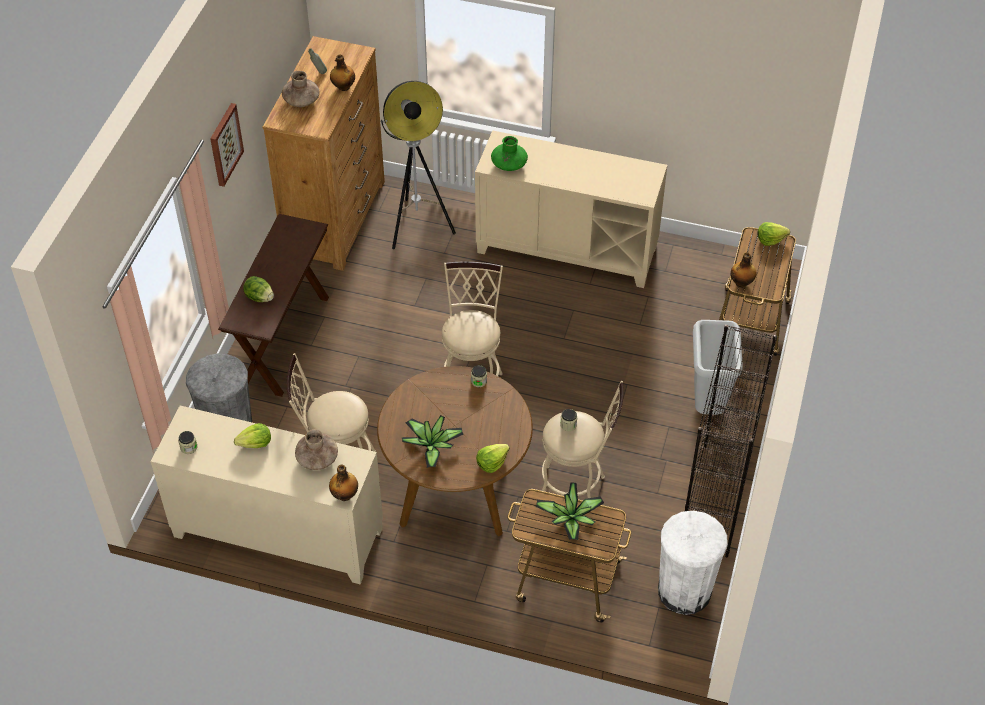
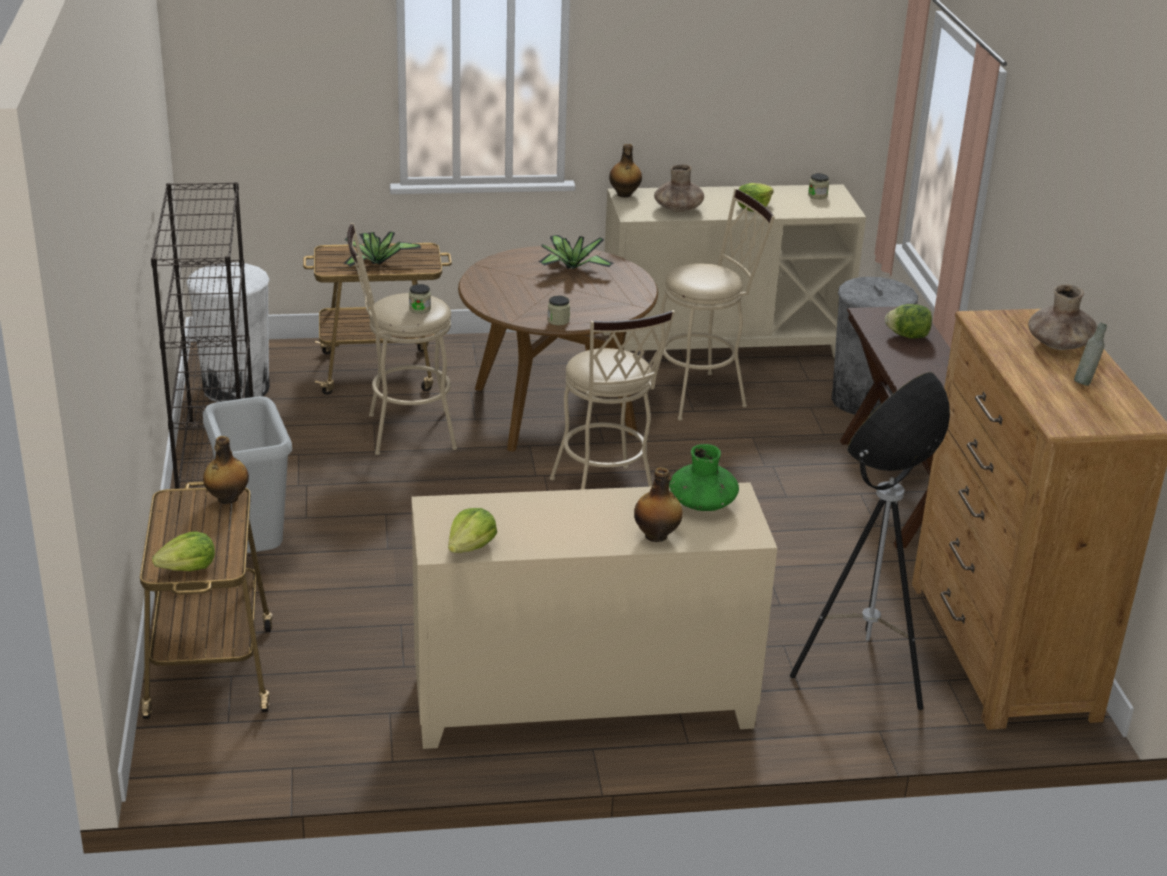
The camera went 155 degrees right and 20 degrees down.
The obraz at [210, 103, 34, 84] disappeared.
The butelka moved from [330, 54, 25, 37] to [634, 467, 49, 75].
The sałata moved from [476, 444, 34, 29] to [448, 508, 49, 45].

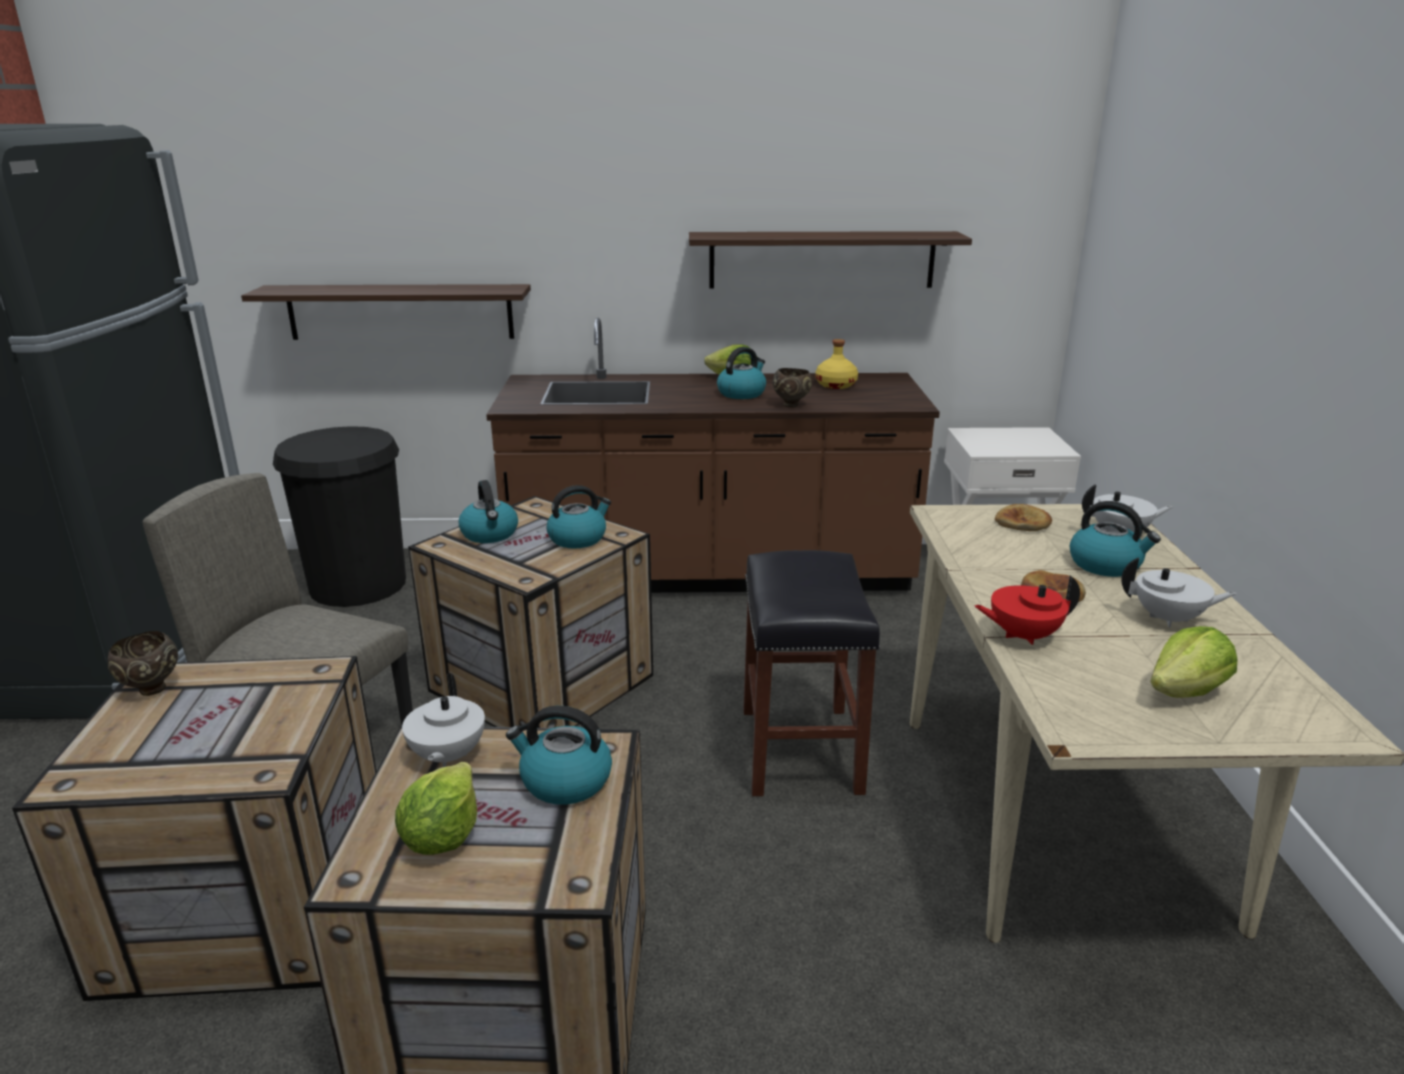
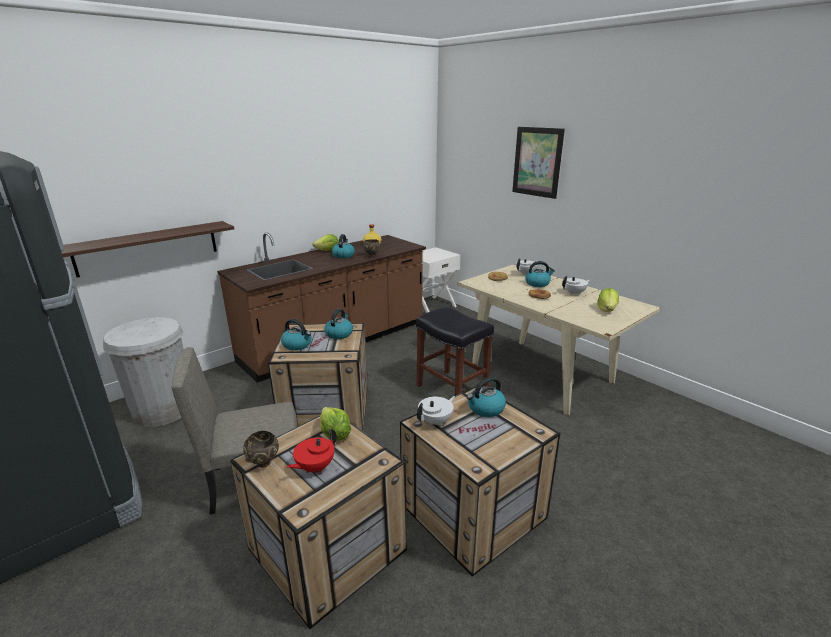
The camera went 40 degrees left and 0 degrees up.
The półka at [689, 231, 283, 57] disappeared.
The obraz at [512, 127, 53, 72] appeared.
The sałata moved from [395, 762, 82, 93] to [320, 407, 31, 34].
The imbryk/czerwony moved from [974, 576, 106, 69] to [287, 428, 50, 45].
The kosz na śmieci/czarny at [273, 426, 133, 181] became the kosz na śmieci/biały at [103, 317, 80, 110].
The imbryk/biały at [402, 673, 83, 94] turned 90 degrees counterclockwise.

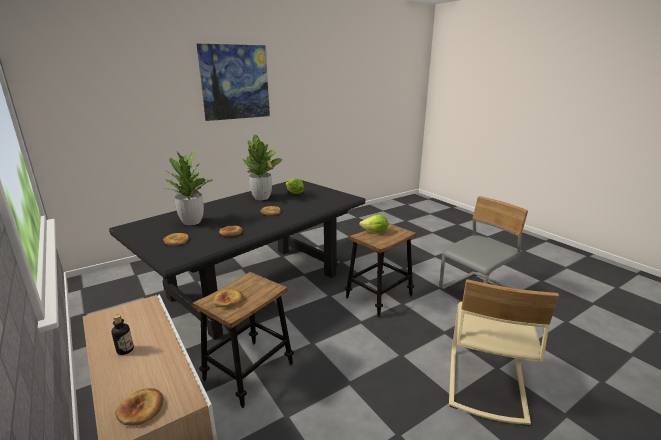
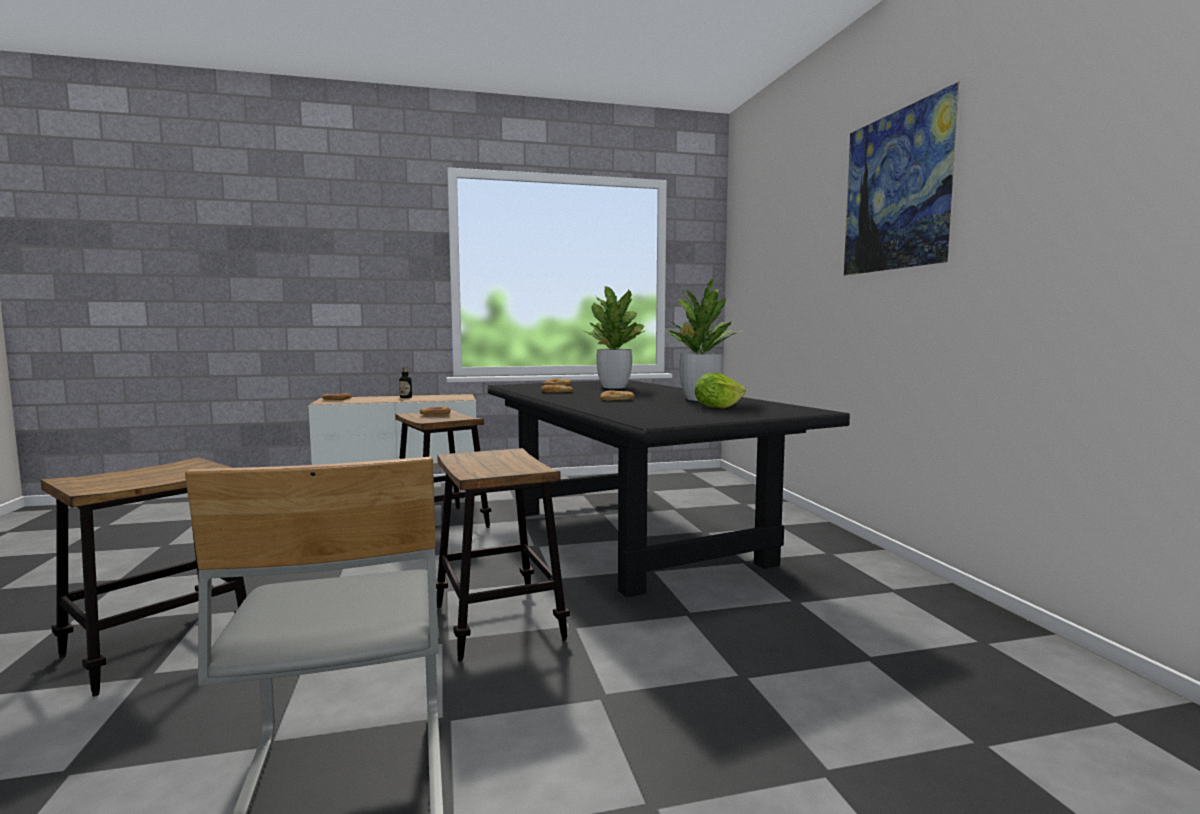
The camera went 110 degrees right and 15 degrees down.
The sałata at [359, 215, 29, 17] disappeared.
The krzesło/beżowy at [449, 279, 110, 147] was replaced by the stołek at [41, 457, 206, 239].

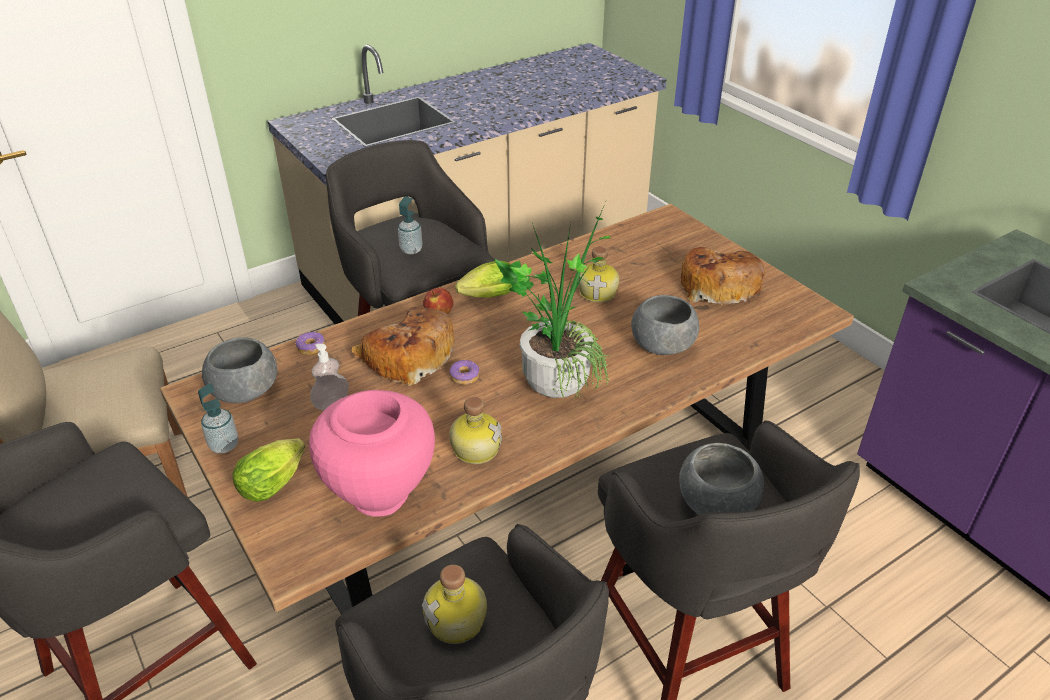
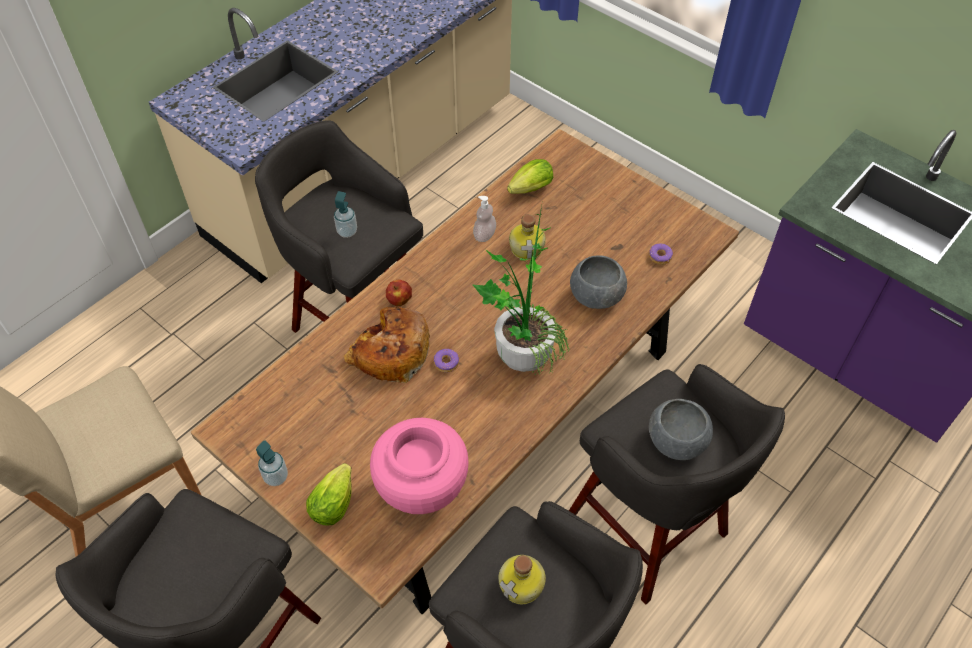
The camera went 15 degrees left and 15 degrees up.
The miska/szary at [202, 337, 75, 66] disappeared.
The butelka at [449, 397, 53, 67] disappeared.
The chleb at [681, 247, 84, 59] disappeared.
The donut moved from [295, 332, 30, 23] to [649, 244, 24, 21].
The dozownik mydła moved from [311, 344, 38, 67] to [473, 196, 23, 46].
The sałata moved from [455, 261, 57, 37] to [507, 159, 46, 35].

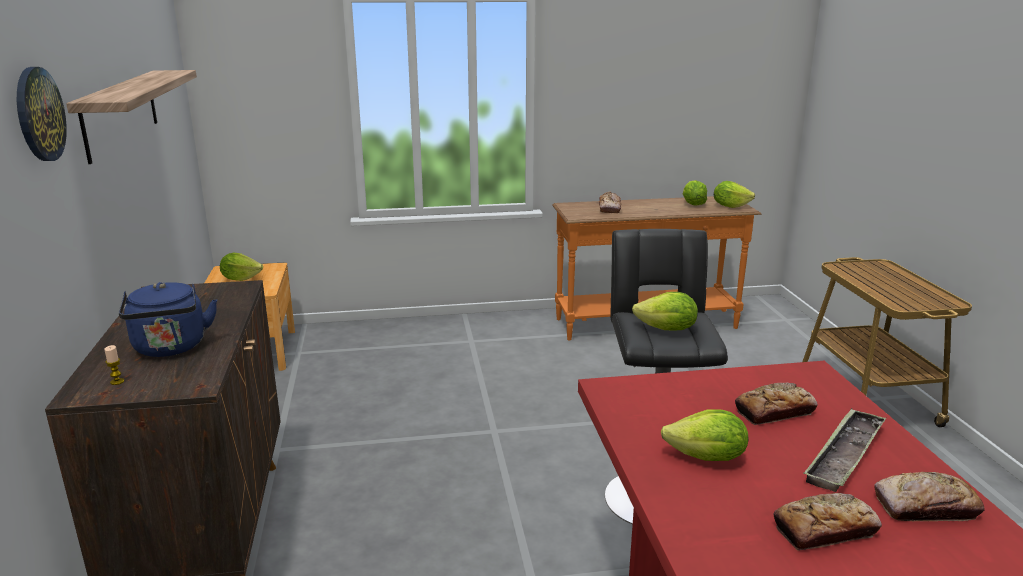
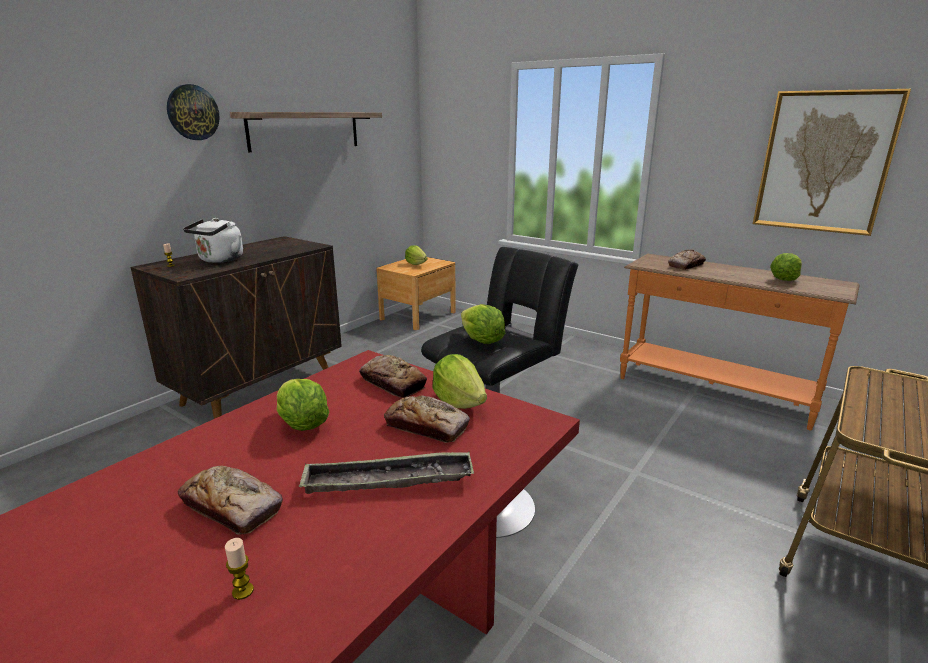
The camera went 45 degrees right and 0 degrees up.
The świeca at [225, 538, 29, 62] appeared.
The obraz at [753, 89, 158, 147] appeared.
The sałata moved from [714, 181, 41, 27] to [433, 354, 54, 55].
The chleb moved from [874, 472, 111, 50] to [359, 355, 68, 43].
The czajnik/niebieski at [119, 282, 98, 75] became the czajnik/biały at [183, 218, 60, 45].

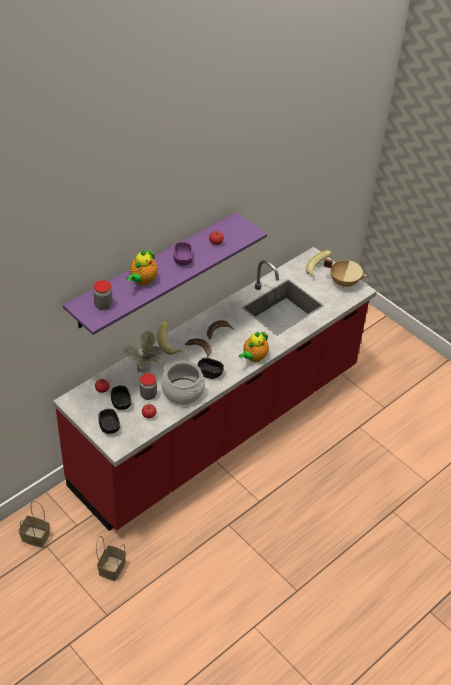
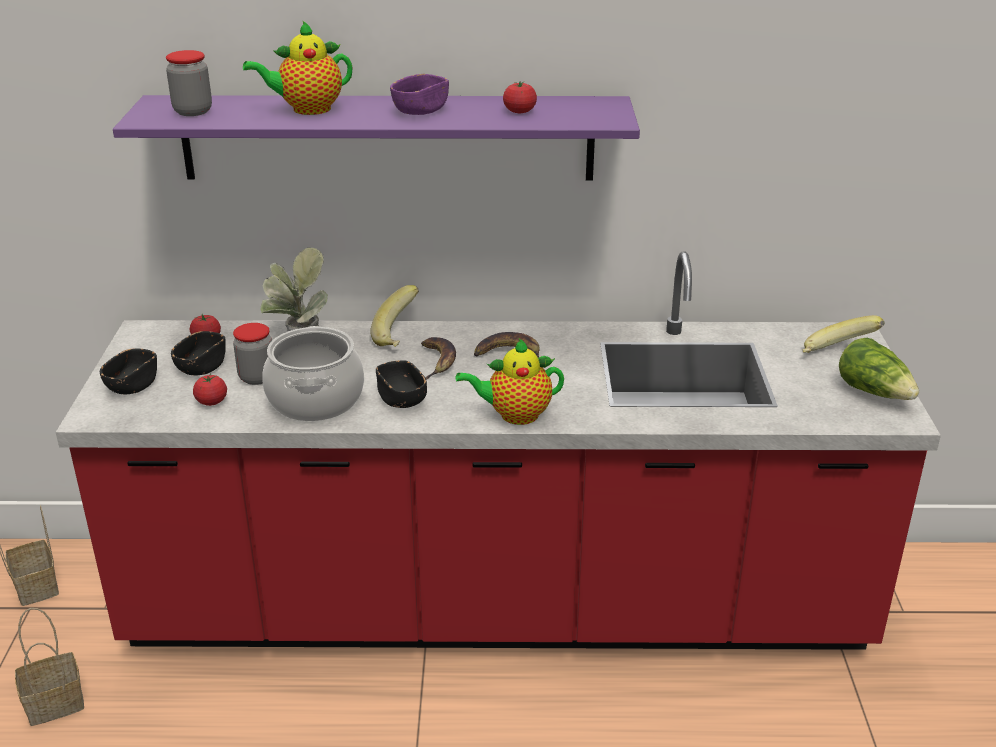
The camera went 45 degrees right and 15 degrees down.
The garnek/beżowy at [324, 259, 43, 29] was replaced by the sałata at [839, 338, 80, 62].

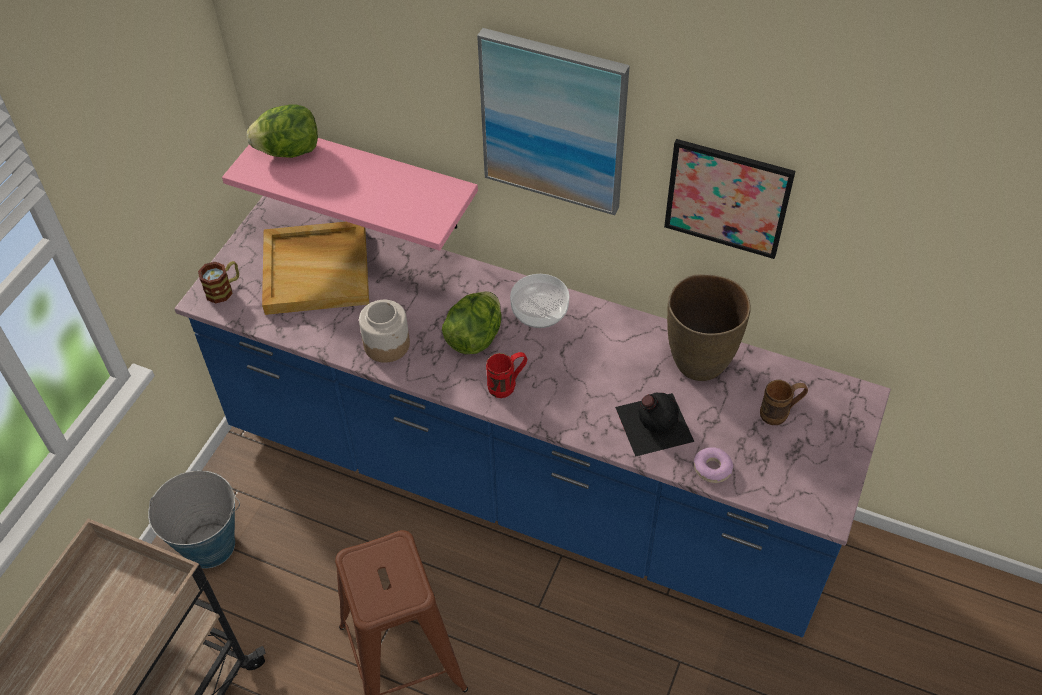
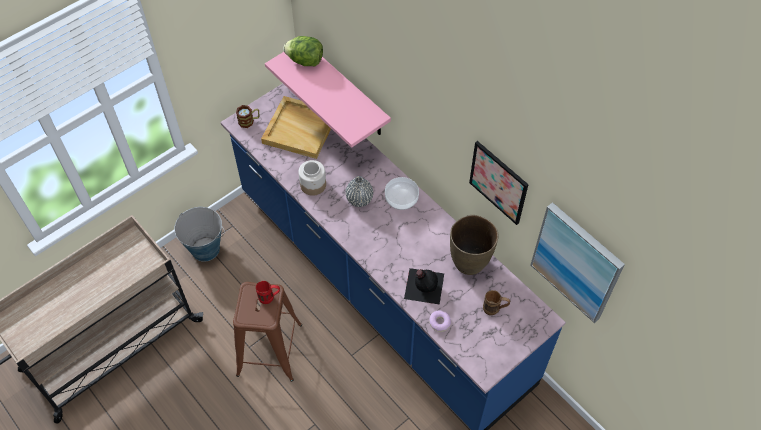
The camera went 25 degrees right and 5 degrees up.
The obraz moved from [477, 28, 153, 187] to [530, 202, 95, 121].
The kubek/czerwony moved from [486, 352, 41, 46] to [256, 281, 24, 23].
The sałata at [442, 291, 60, 63] was replaced by the wazon/szary at [345, 176, 28, 31].

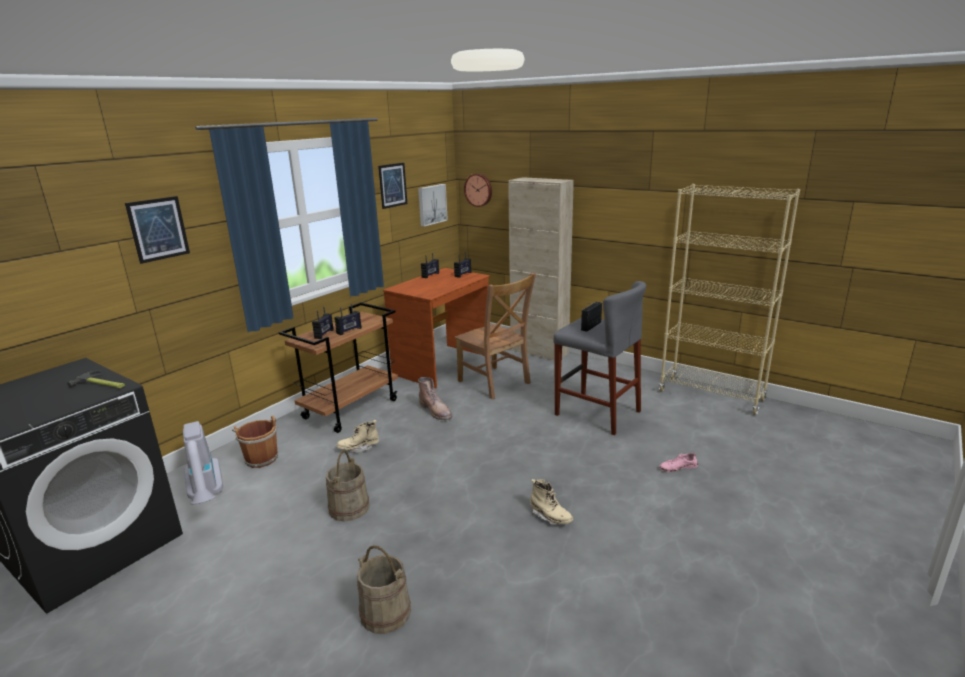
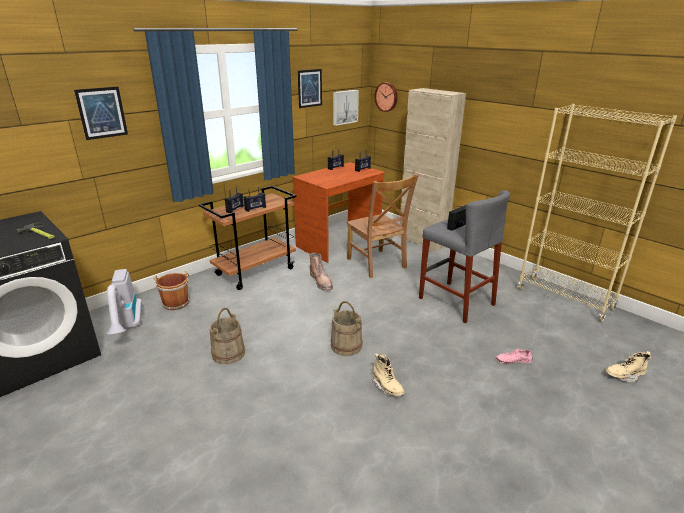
The camera went 10 degrees right and 5 degrees up.
The but z cholewką/beżowy moved from [337, 420, 42, 33] to [606, 351, 45, 31].
The wiadro/beżowy moved from [357, 545, 54, 89] to [331, 301, 32, 55].

